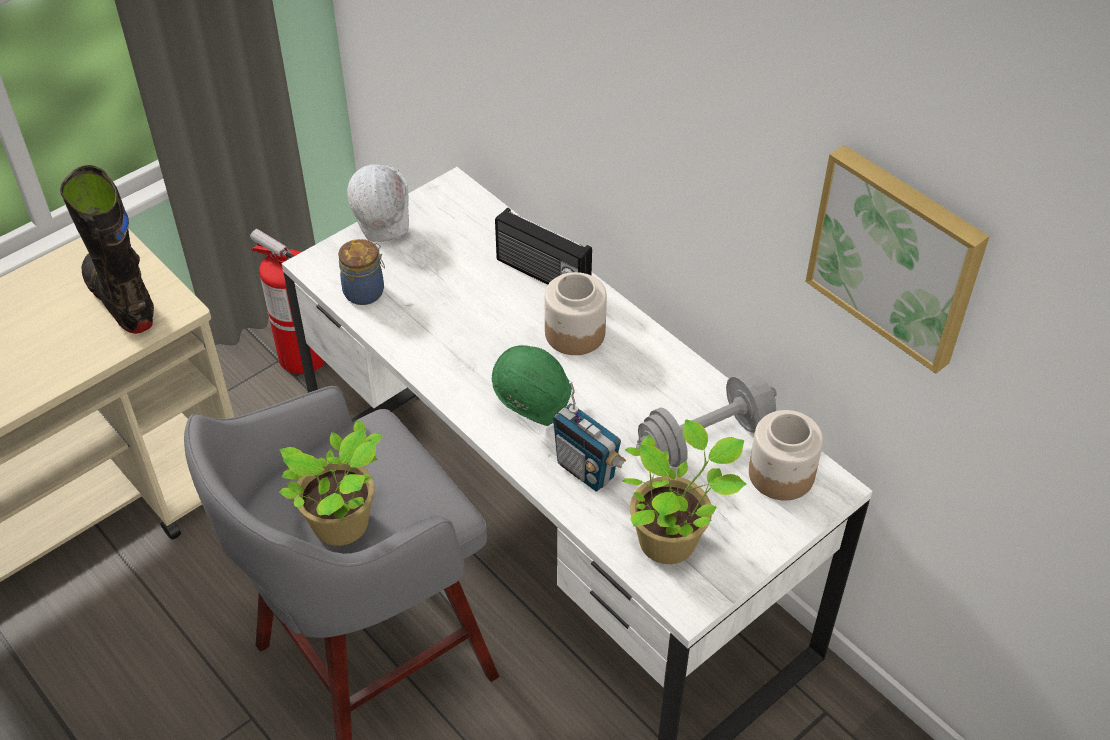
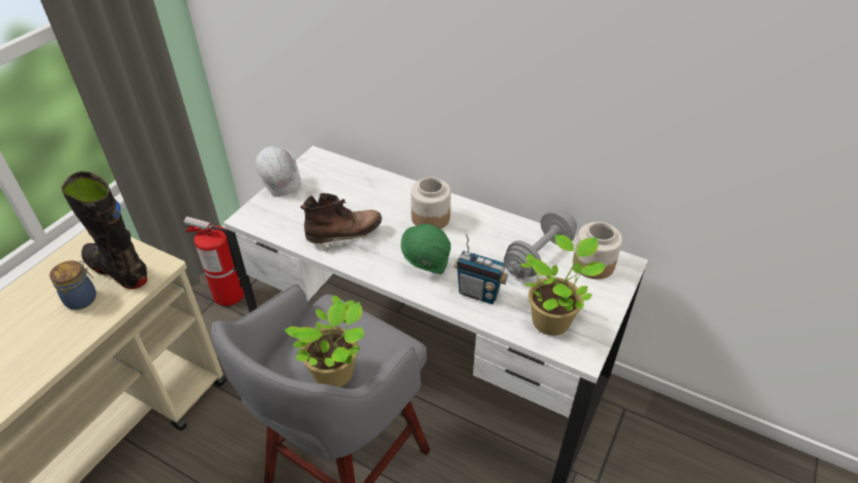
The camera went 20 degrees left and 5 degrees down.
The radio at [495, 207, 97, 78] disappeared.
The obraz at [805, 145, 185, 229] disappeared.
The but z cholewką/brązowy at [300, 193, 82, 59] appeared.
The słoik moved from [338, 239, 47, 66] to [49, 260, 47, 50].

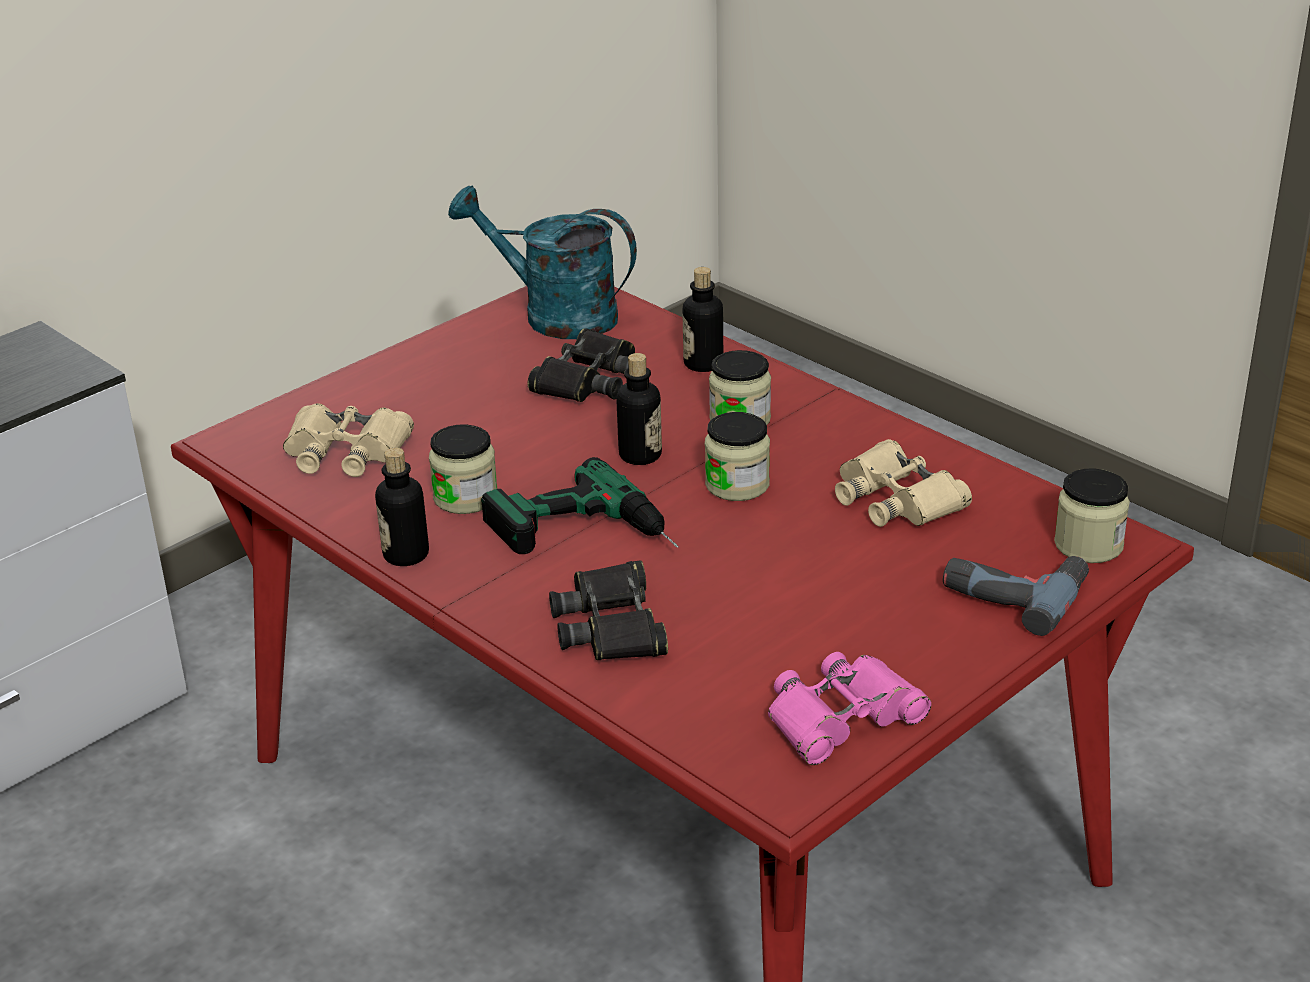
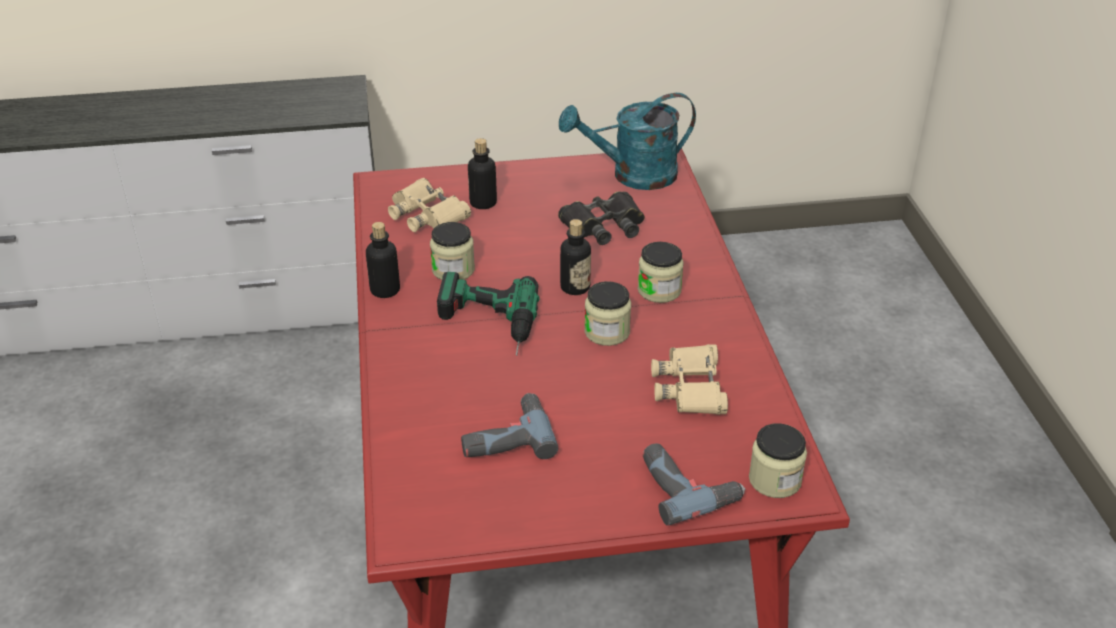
The camera went 35 degrees right and 5 degrees up.
The lornetka/czarny at [549, 560, 119, 100] disappeared.
The lornetka/różowy at [768, 652, 164, 113] disappeared.
The wiertarka at [461, 393, 97, 66] appeared.
The butelka moved from [683, 267, 40, 105] to [468, 138, 29, 71].
The konewka/turkusowy at [448, 186, 189, 153] turned 75 degrees counterclockwise.

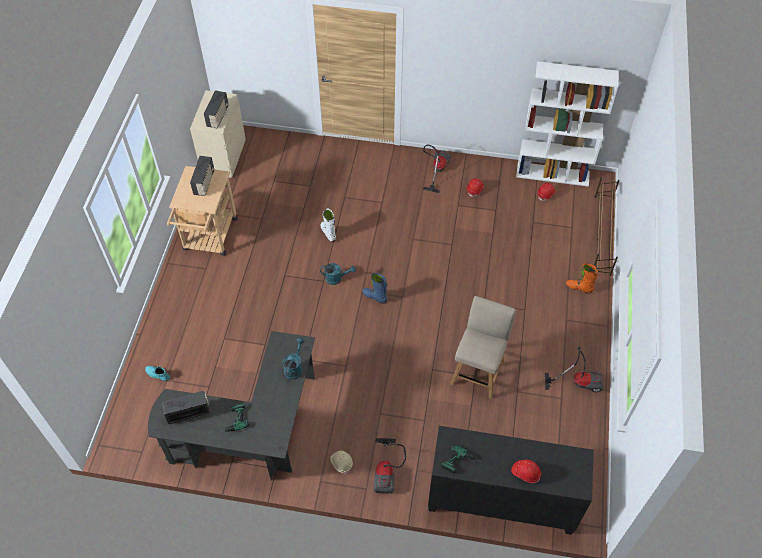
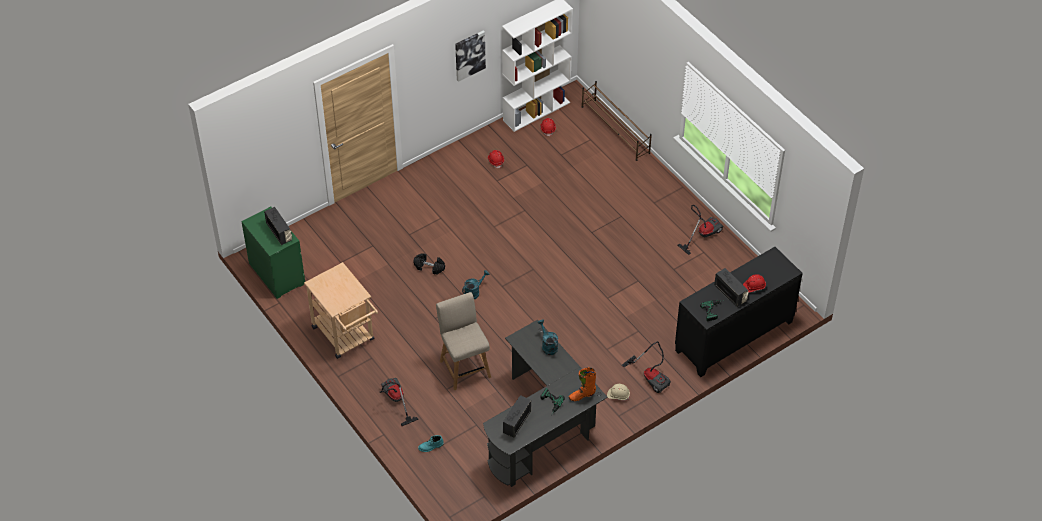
The camera went 45 degrees left and 5 degrees down.
The but z cholewką/niebieski at [363, 273, 24, 31] disappeared.
The obraz at [455, 31, 31, 51] appeared.
The radio moved from [190, 156, 24, 40] to [714, 268, 34, 39].
The odkurzacz moved from [423, 145, 28, 48] to [380, 378, 39, 48].
The krzesło/beżowy moved from [450, 296, 66, 103] to [436, 292, 55, 98].
The but z cholewką/pomarańczowy moved from [566, 263, 32, 31] to [569, 367, 27, 34].
The but z cholewką/biały at [321, 209, 15, 33] was replaced by the hantel/czarny at [413, 253, 32, 22].
The komoda/beżowy at [190, 90, 56, 88] became the komoda/zielony at [241, 207, 64, 92].

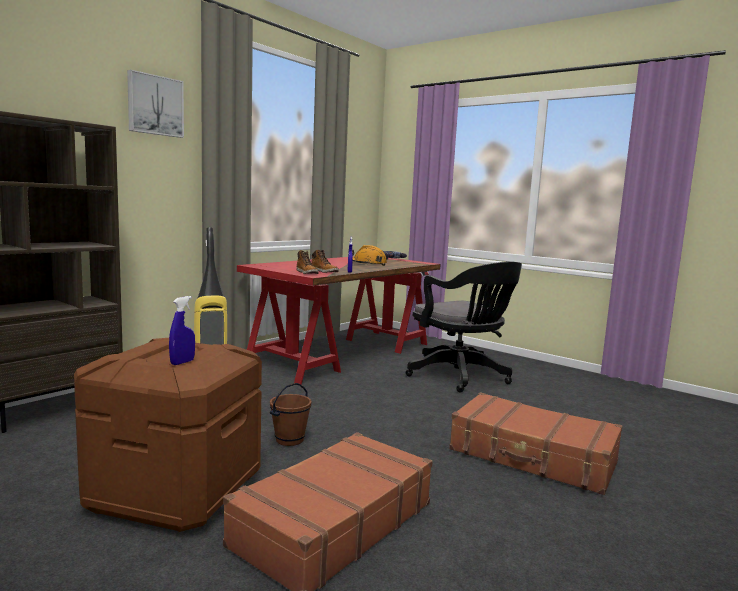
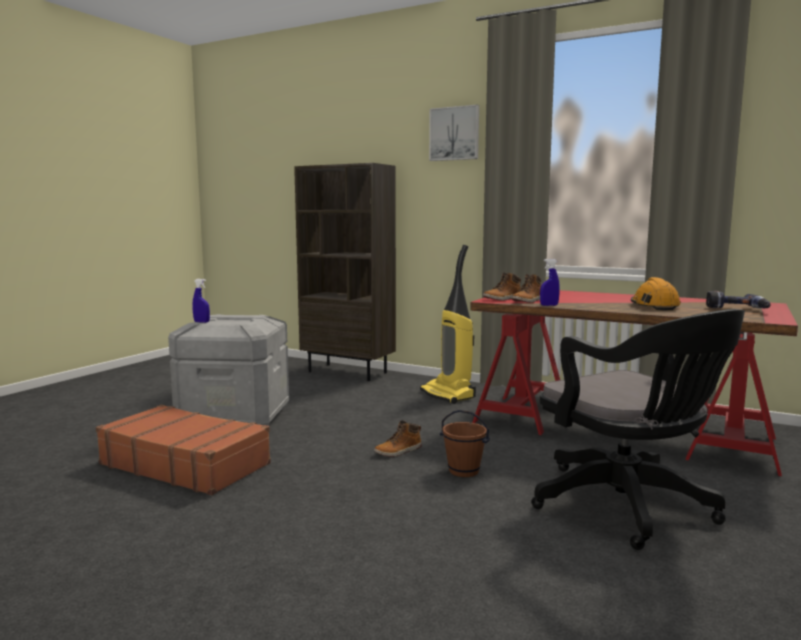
The camera went 80 degrees right and 0 degrees up.
The walizka/brązowy at [449, 392, 173, 103] disappeared.
The but z cholewką at [374, 420, 48, 37] appeared.
The wiadro/brązowy moved from [270, 383, 42, 63] to [440, 410, 50, 67].
The pojemnik do przechowywania/brązowy at [74, 338, 188, 194] became the pojemnik do przechowywania/szary at [168, 314, 121, 111].
The krzesło biurowe/czarny at [406, 261, 116, 131] turned 75 degrees counterclockwise.

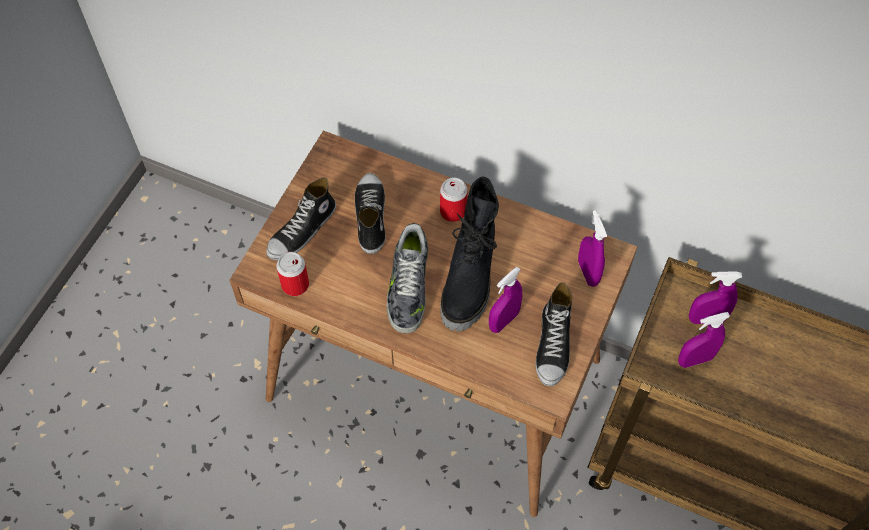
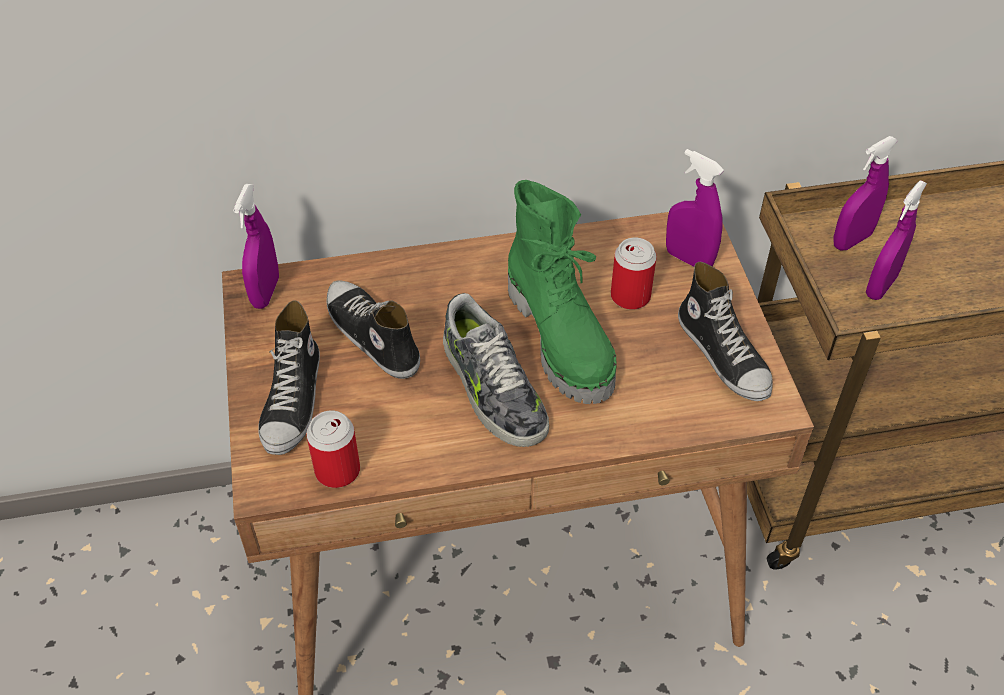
The camera went 35 degrees left and 10 degrees down.
The puszka moved from [440, 178, 28, 44] to [611, 238, 46, 72].
The spryskiwacz/fioletowy moved from [489, 267, 34, 66] to [233, 184, 46, 125].
The but z cholewką/czarny at [441, 177, 58, 155] became the but z cholewką/zielony at [508, 180, 109, 224].

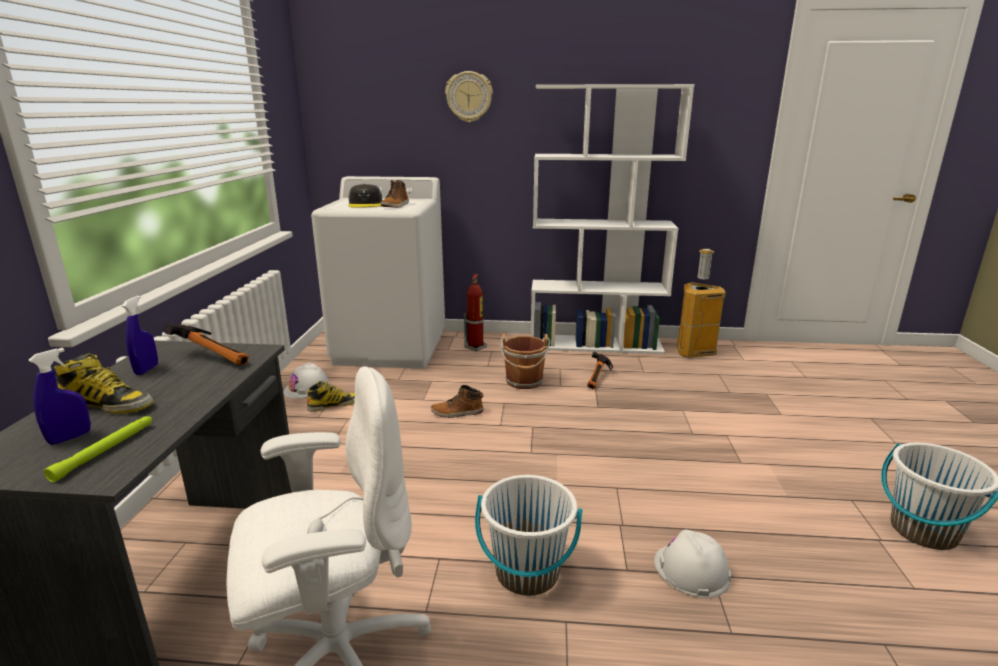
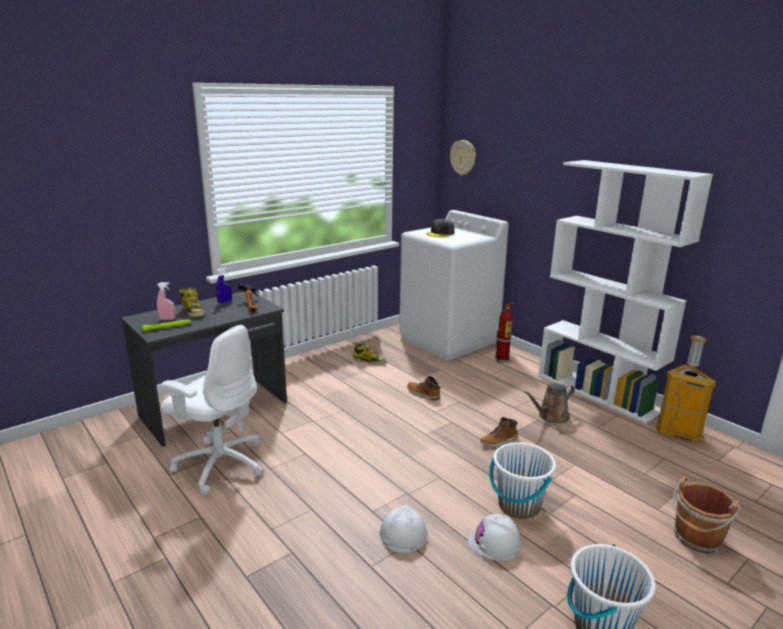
The camera went 45 degrees right and 0 degrees up.
The kask/biały moved from [283, 362, 48, 37] to [468, 514, 54, 47].
The but z cholewką moved from [381, 180, 28, 28] to [480, 417, 38, 31].
The zegar ścienny moved from [445, 71, 48, 52] to [450, 140, 26, 36].
The wiadro/biały moved from [475, 475, 108, 121] to [489, 442, 67, 77].
The wiadro/brązowy moved from [500, 334, 50, 55] to [673, 476, 68, 78].
The młotek at [587, 351, 26, 38] was replaced by the konewka/brązowy at [524, 384, 51, 39].
The spryskiwacz/niebieski at [29, 348, 62, 97] became the spryskiwacz/różowy at [157, 282, 19, 38].

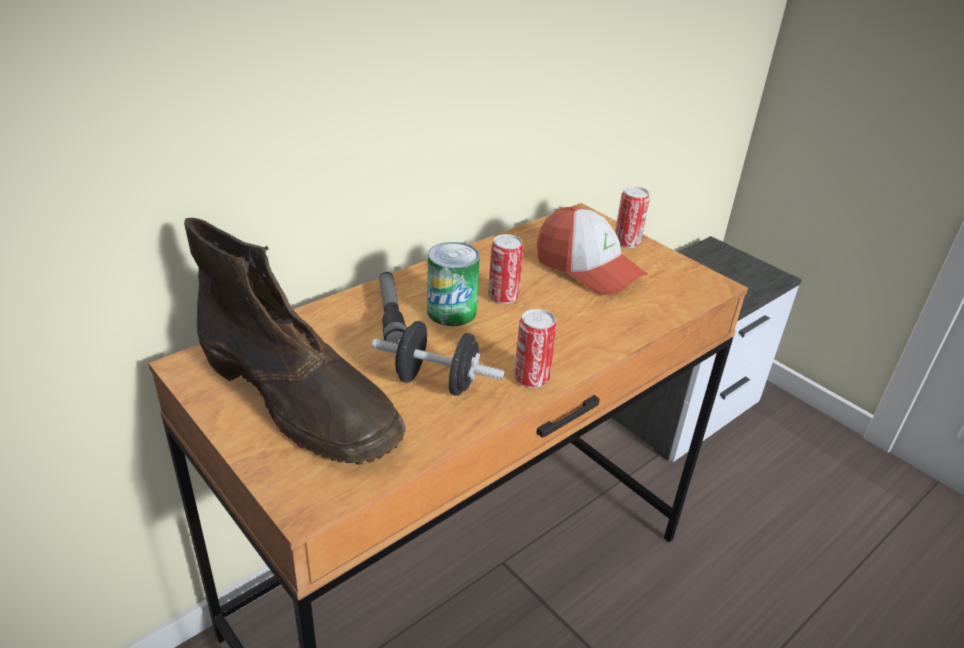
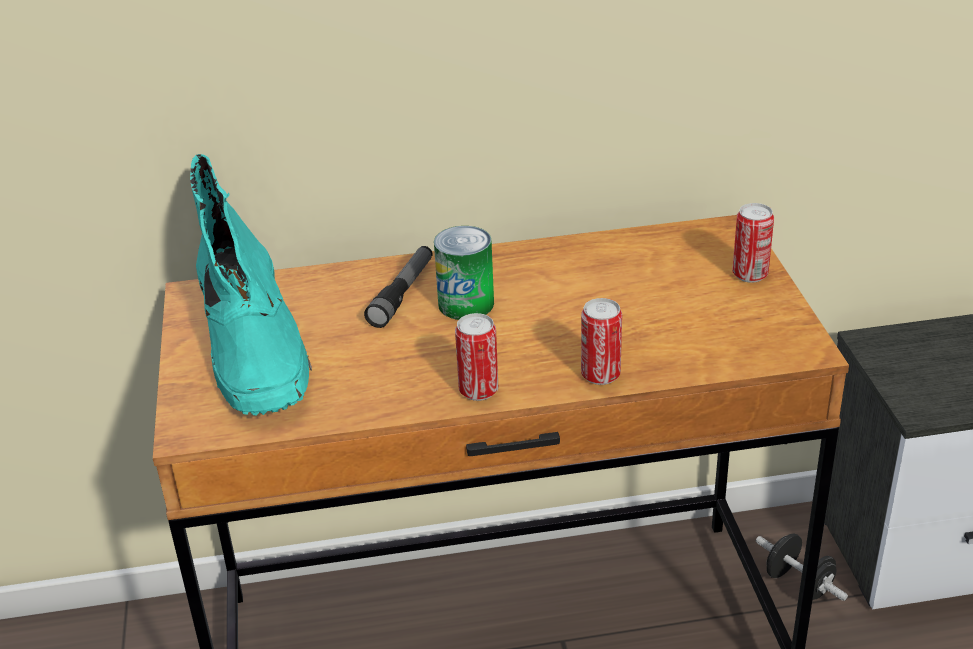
The camera went 35 degrees right and 0 degrees up.
The czapka z daszkiem at [537, 206, 111, 89] disappeared.
The hantel/czarny moved from [372, 321, 132, 75] to [756, 533, 92, 68].
The puszka moved from [488, 234, 36, 70] to [581, 298, 41, 87].
The but z cholewką/brązowy at [184, 218, 222, 247] became the but z cholewką/turkusowy at [190, 154, 122, 261].

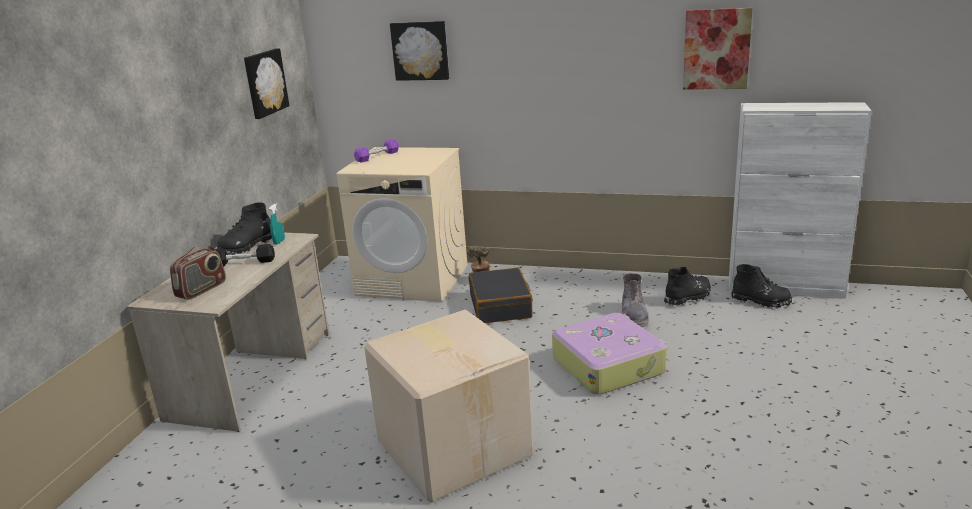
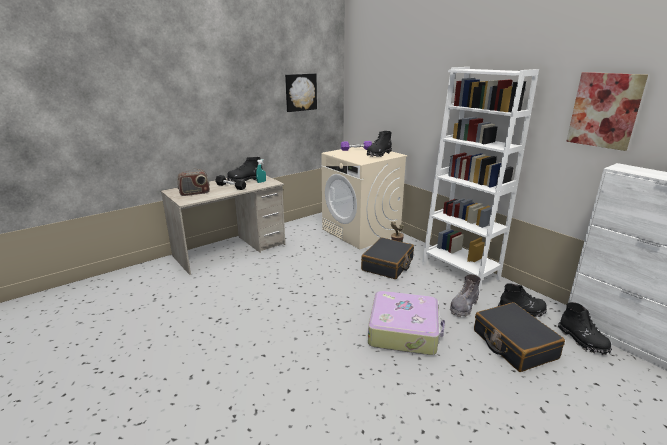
The camera went 35 degrees right and 0 degrees up.
The karton at [364, 310, 169, 192] disappeared.
The obraz at [390, 21, 59, 60] disappeared.
The but z cholewką/czarny at [367, 131, 25, 26] appeared.
The regał/biały at [422, 67, 117, 224] appeared.
The walizka/czarny at [474, 302, 91, 70] appeared.

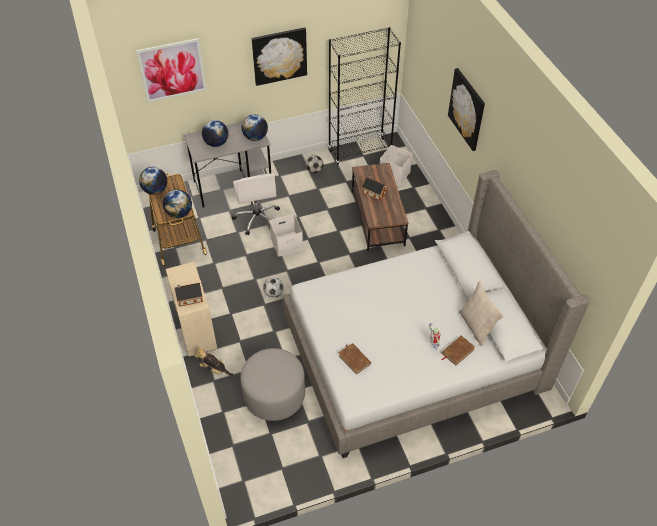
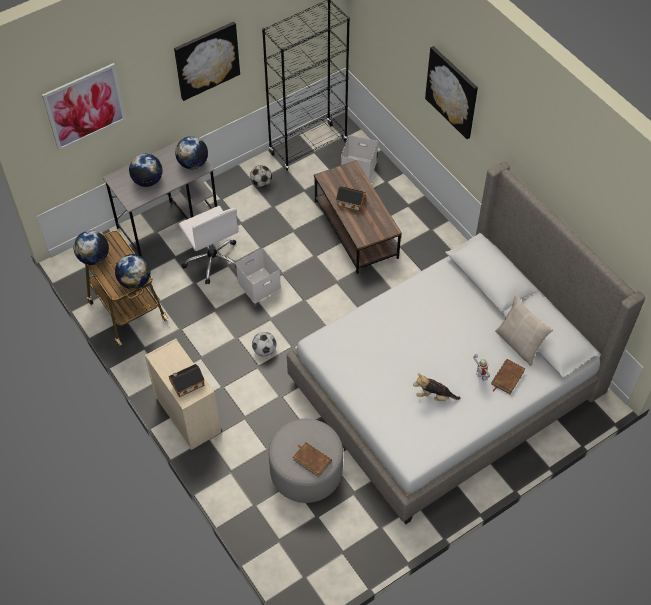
The camera went 15 degrees left and 5 degrees up.
The pluszak moved from [194, 347, 40, 29] to [413, 373, 47, 28].
The książka/brązowy moved from [338, 343, 33, 31] to [293, 442, 39, 35].

